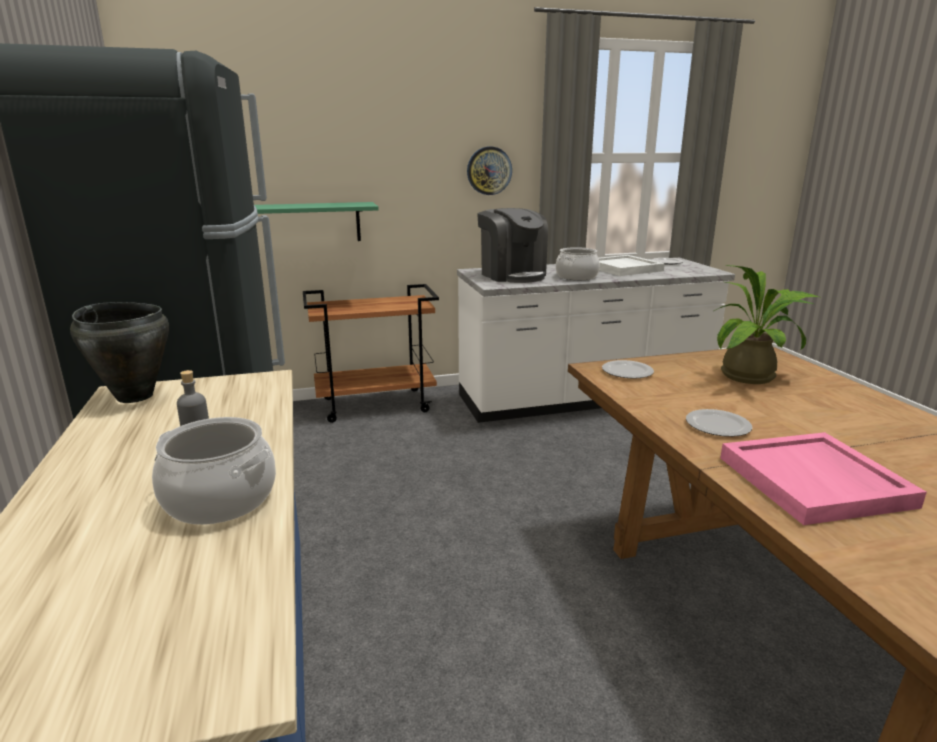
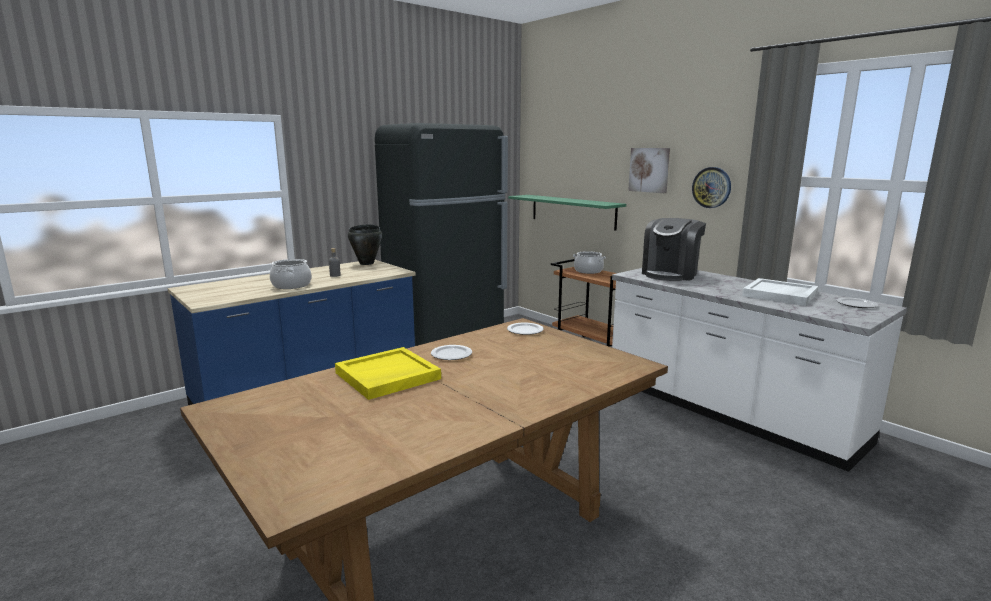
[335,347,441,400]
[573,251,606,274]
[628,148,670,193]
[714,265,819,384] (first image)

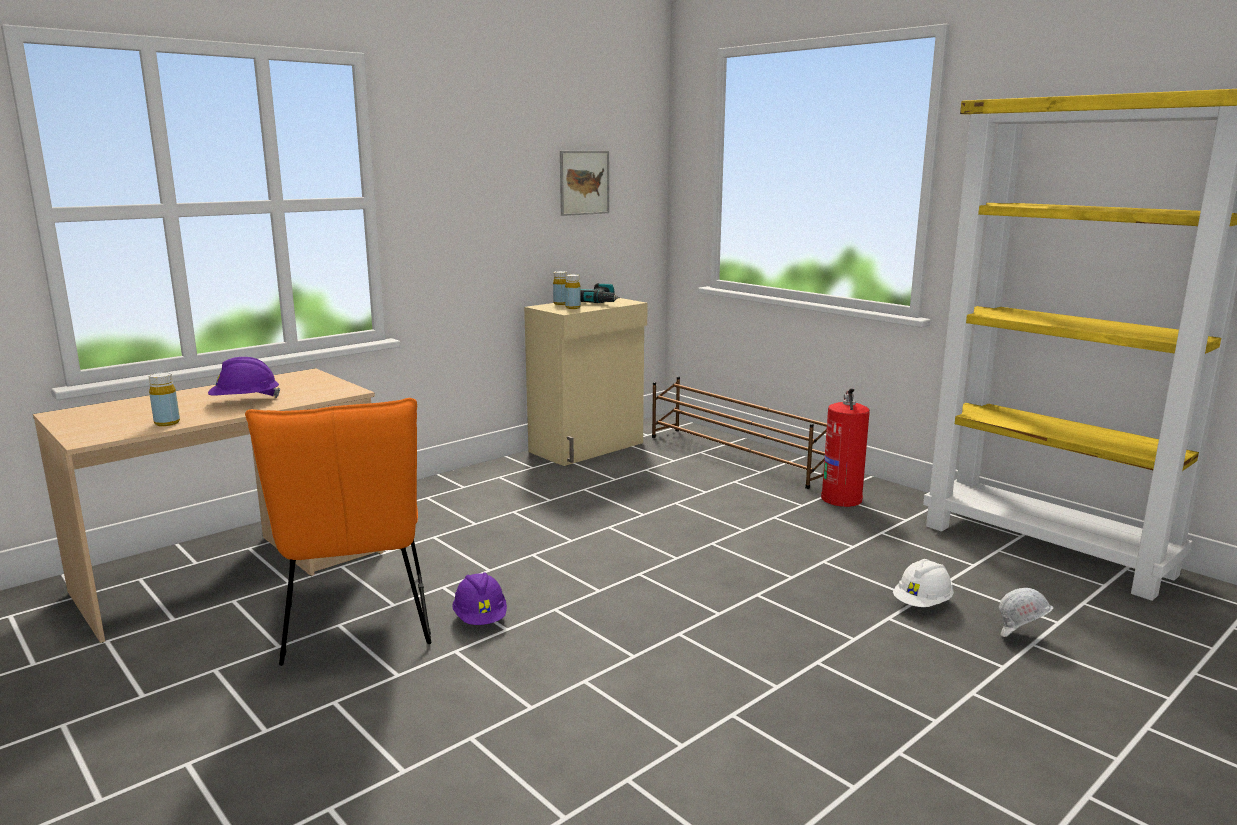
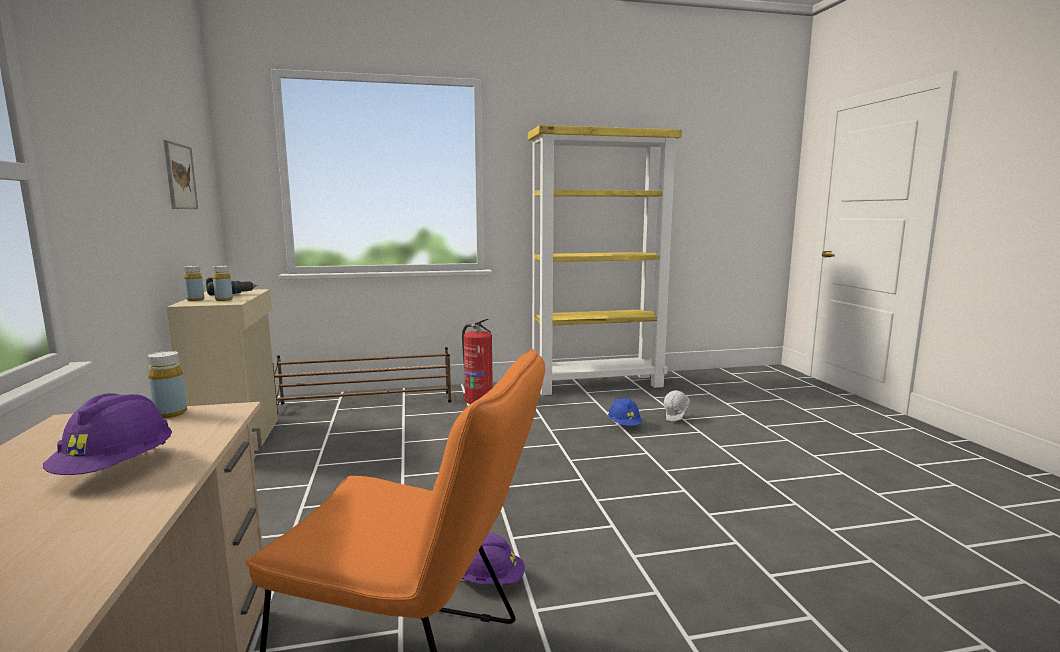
[148,351,187,418]
[608,398,642,426]

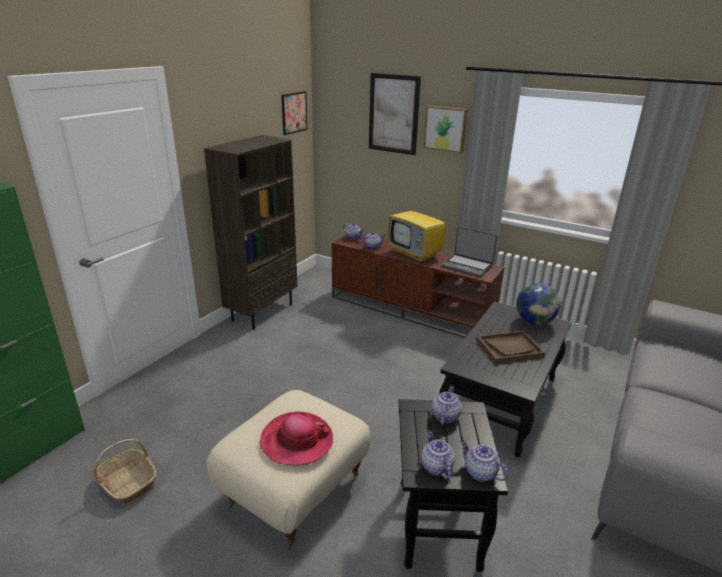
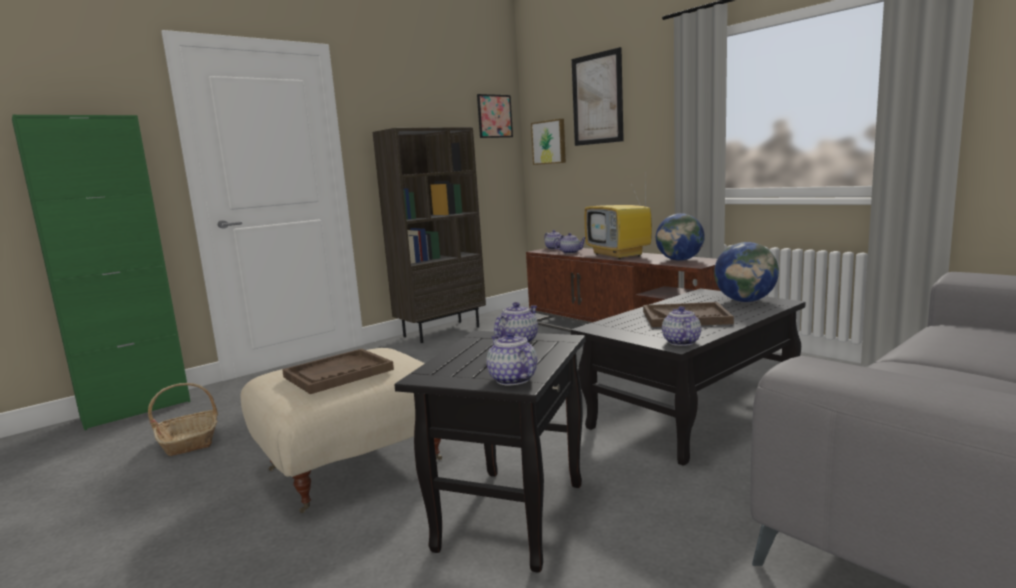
[282,349,394,394]
[531,119,566,165]
[656,213,705,261]
[662,306,701,346]

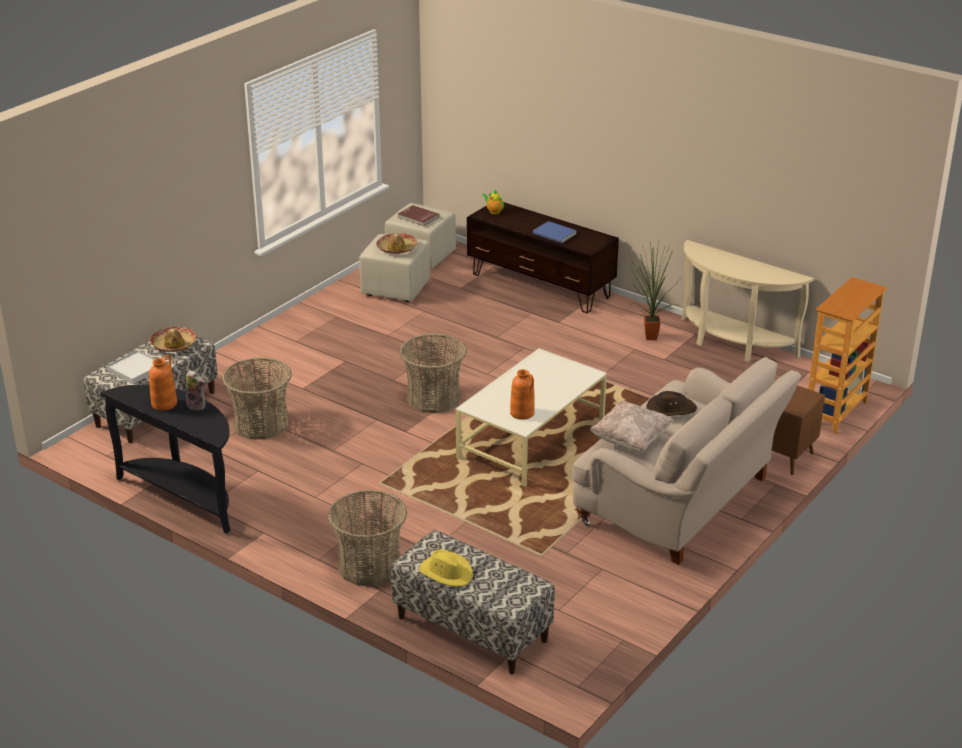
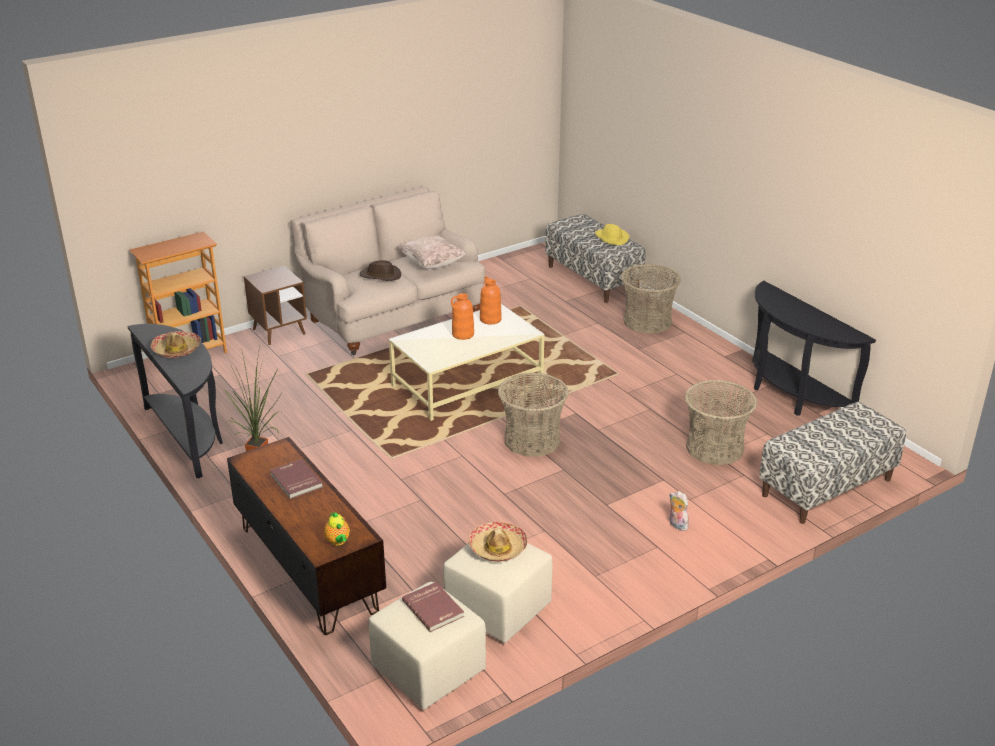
[127,324,223,478]
[151,331,201,358]
[270,459,323,499]
[451,293,474,340]
[669,491,689,531]
[107,350,155,384] (first image)

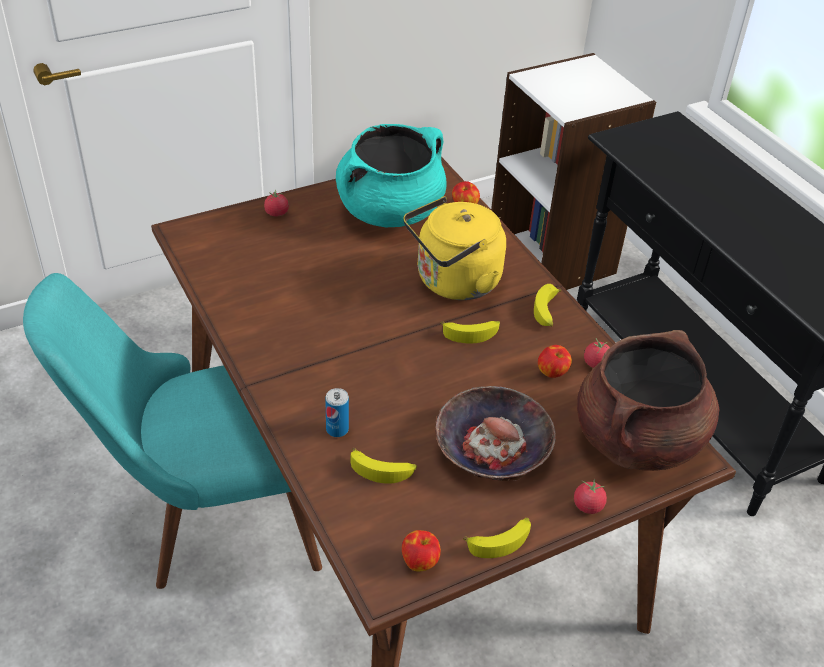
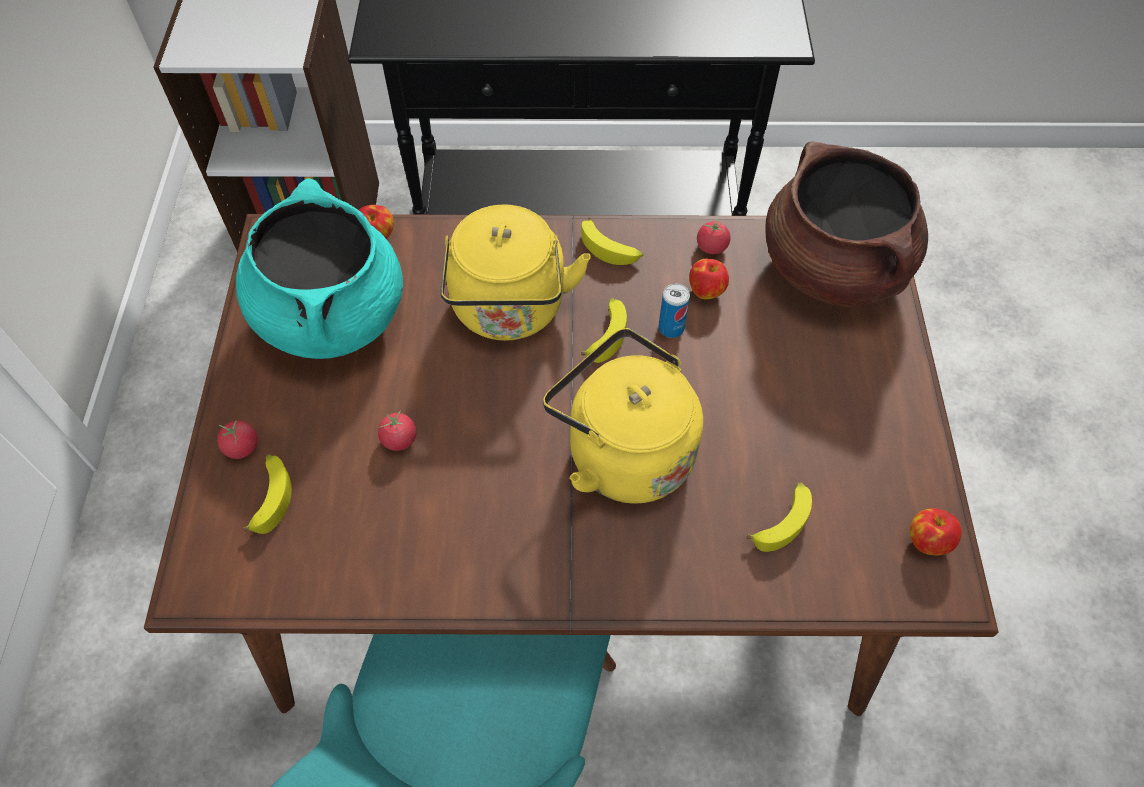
[243,455,292,534]
[378,410,416,451]
[543,328,703,504]
[659,284,690,338]
[435,386,556,481] (first image)

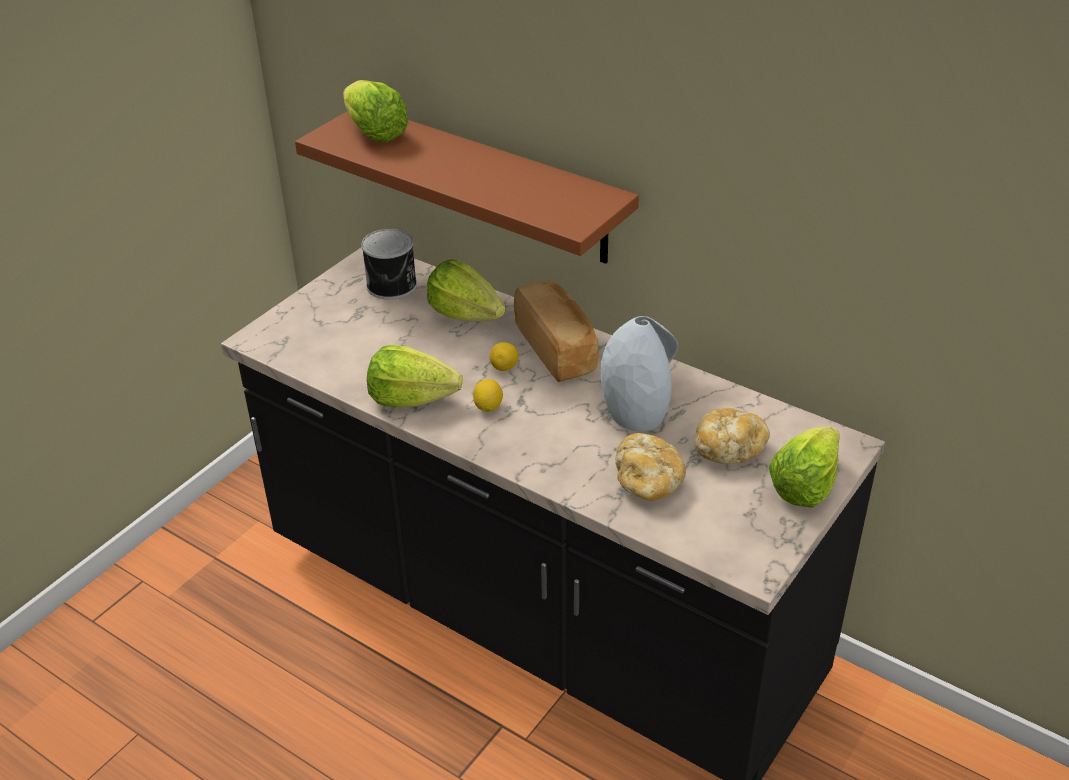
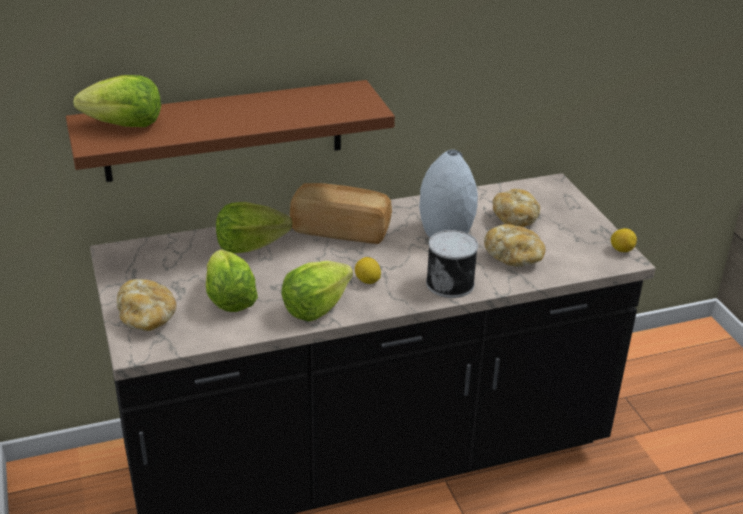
[117,279,176,331]
[206,249,258,312]
[426,230,478,298]
[611,228,637,252]

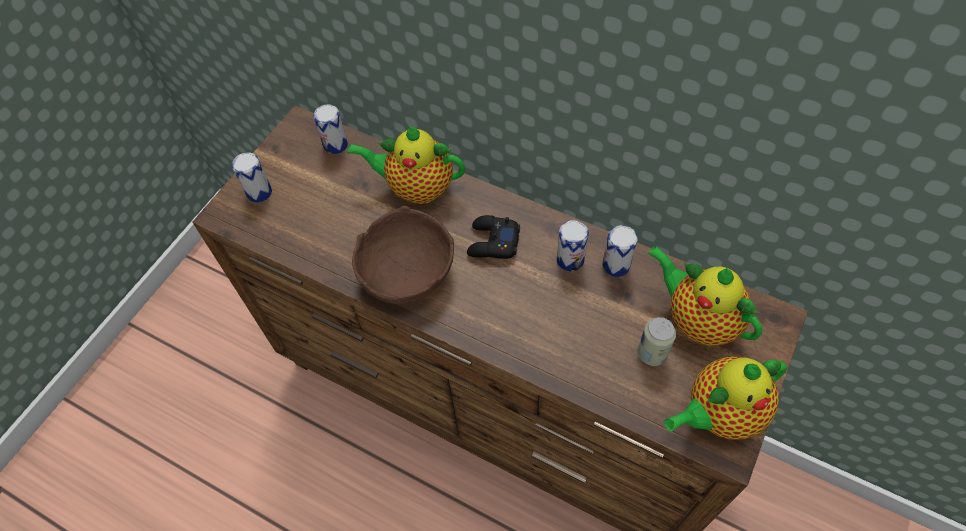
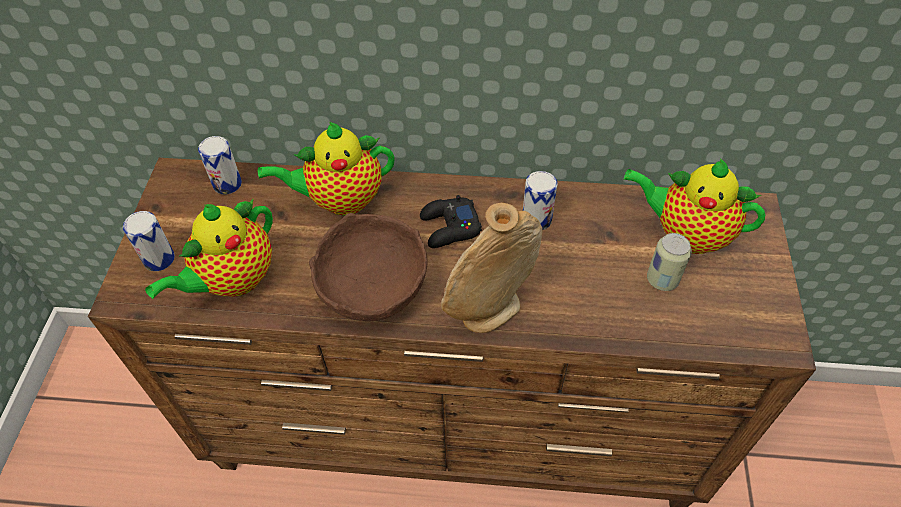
[145,199,273,299]
[441,203,543,333]
[602,225,637,277] (first image)

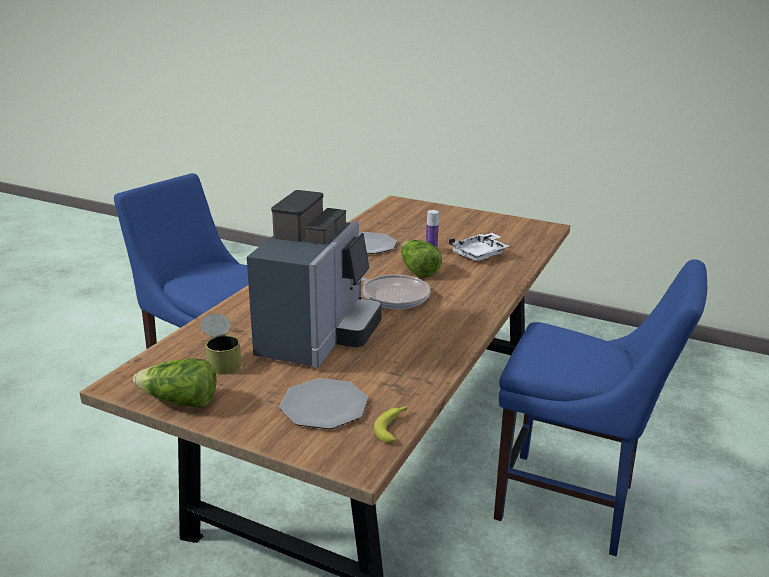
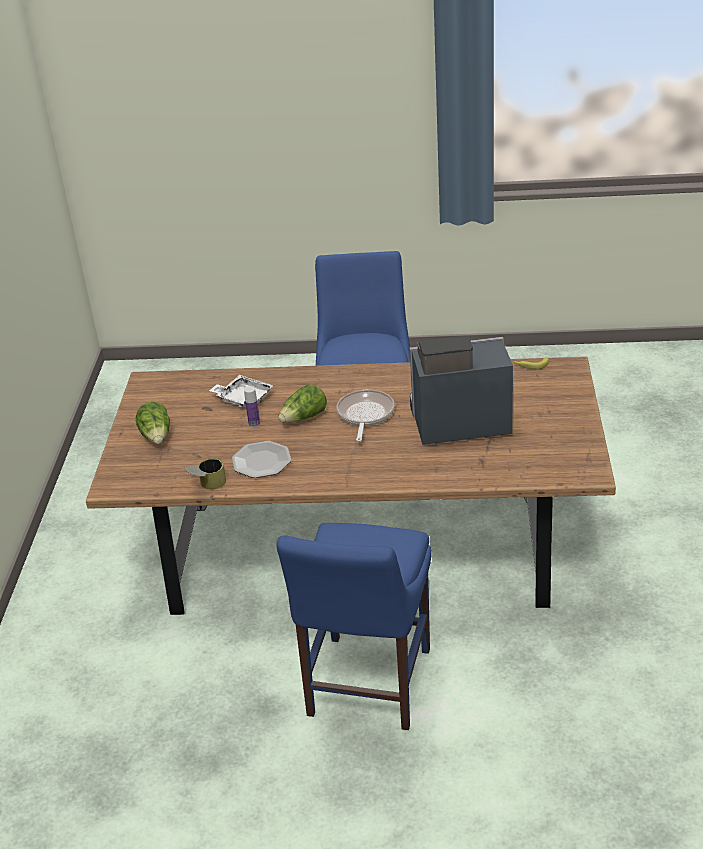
[136,402,170,444]
[184,458,226,490]
[279,378,368,429] (first image)

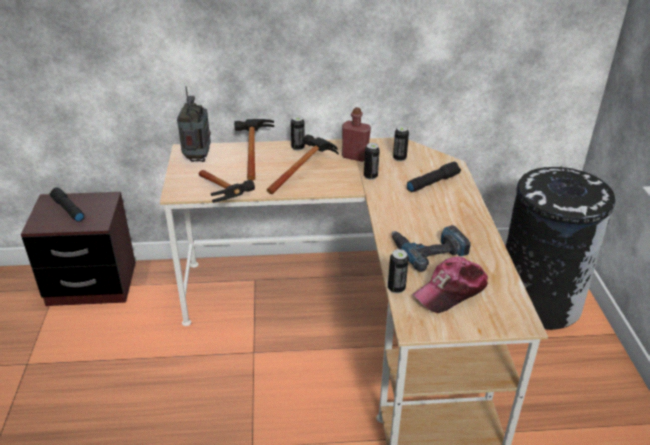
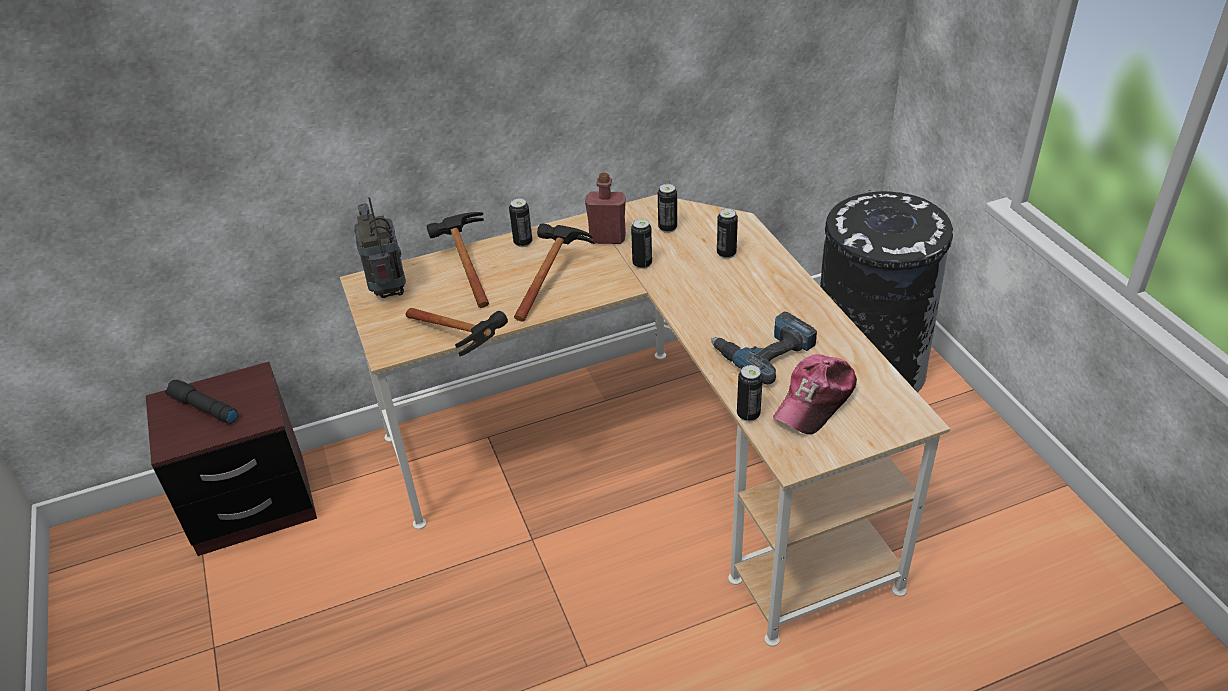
[717,208,738,259]

